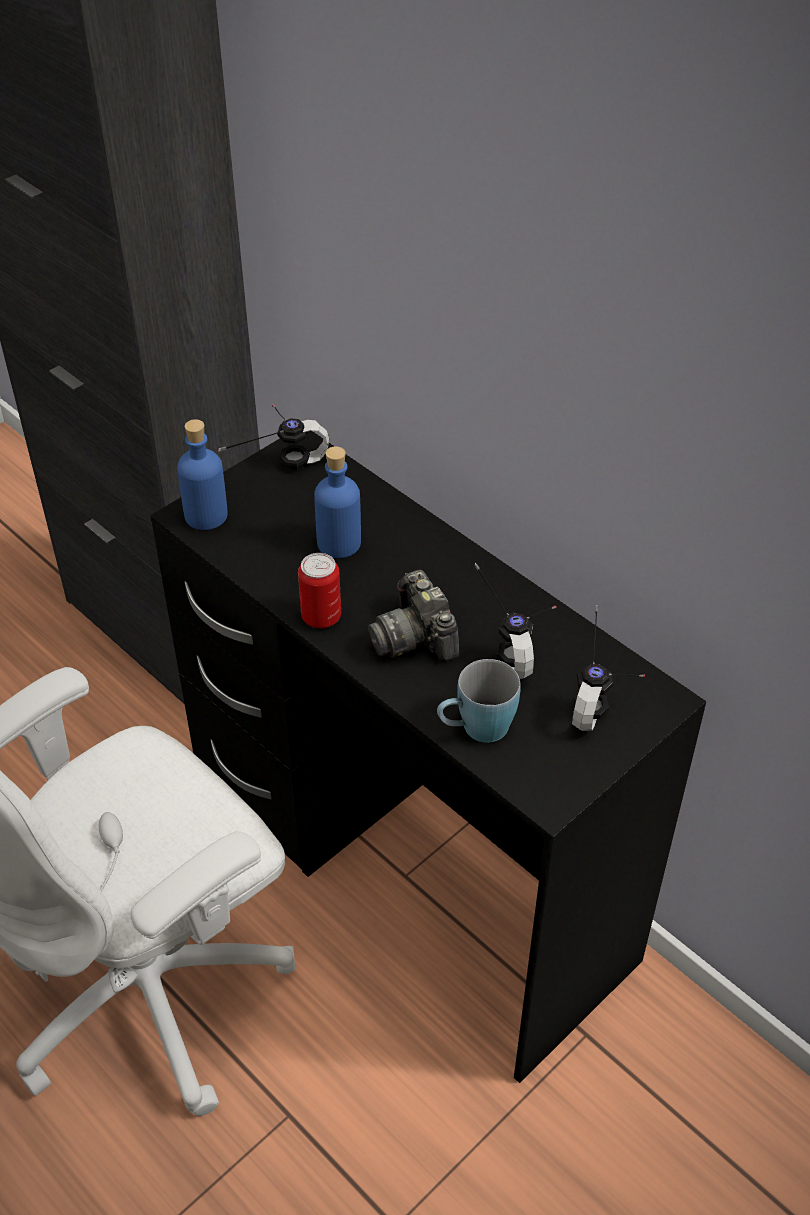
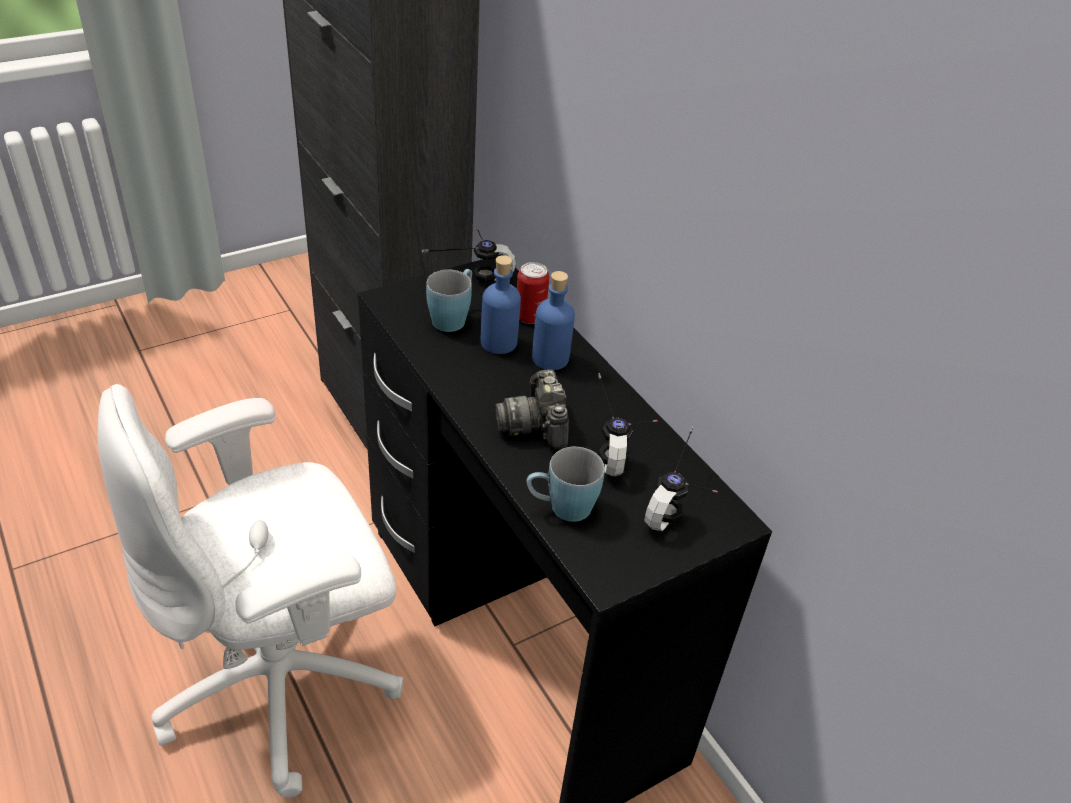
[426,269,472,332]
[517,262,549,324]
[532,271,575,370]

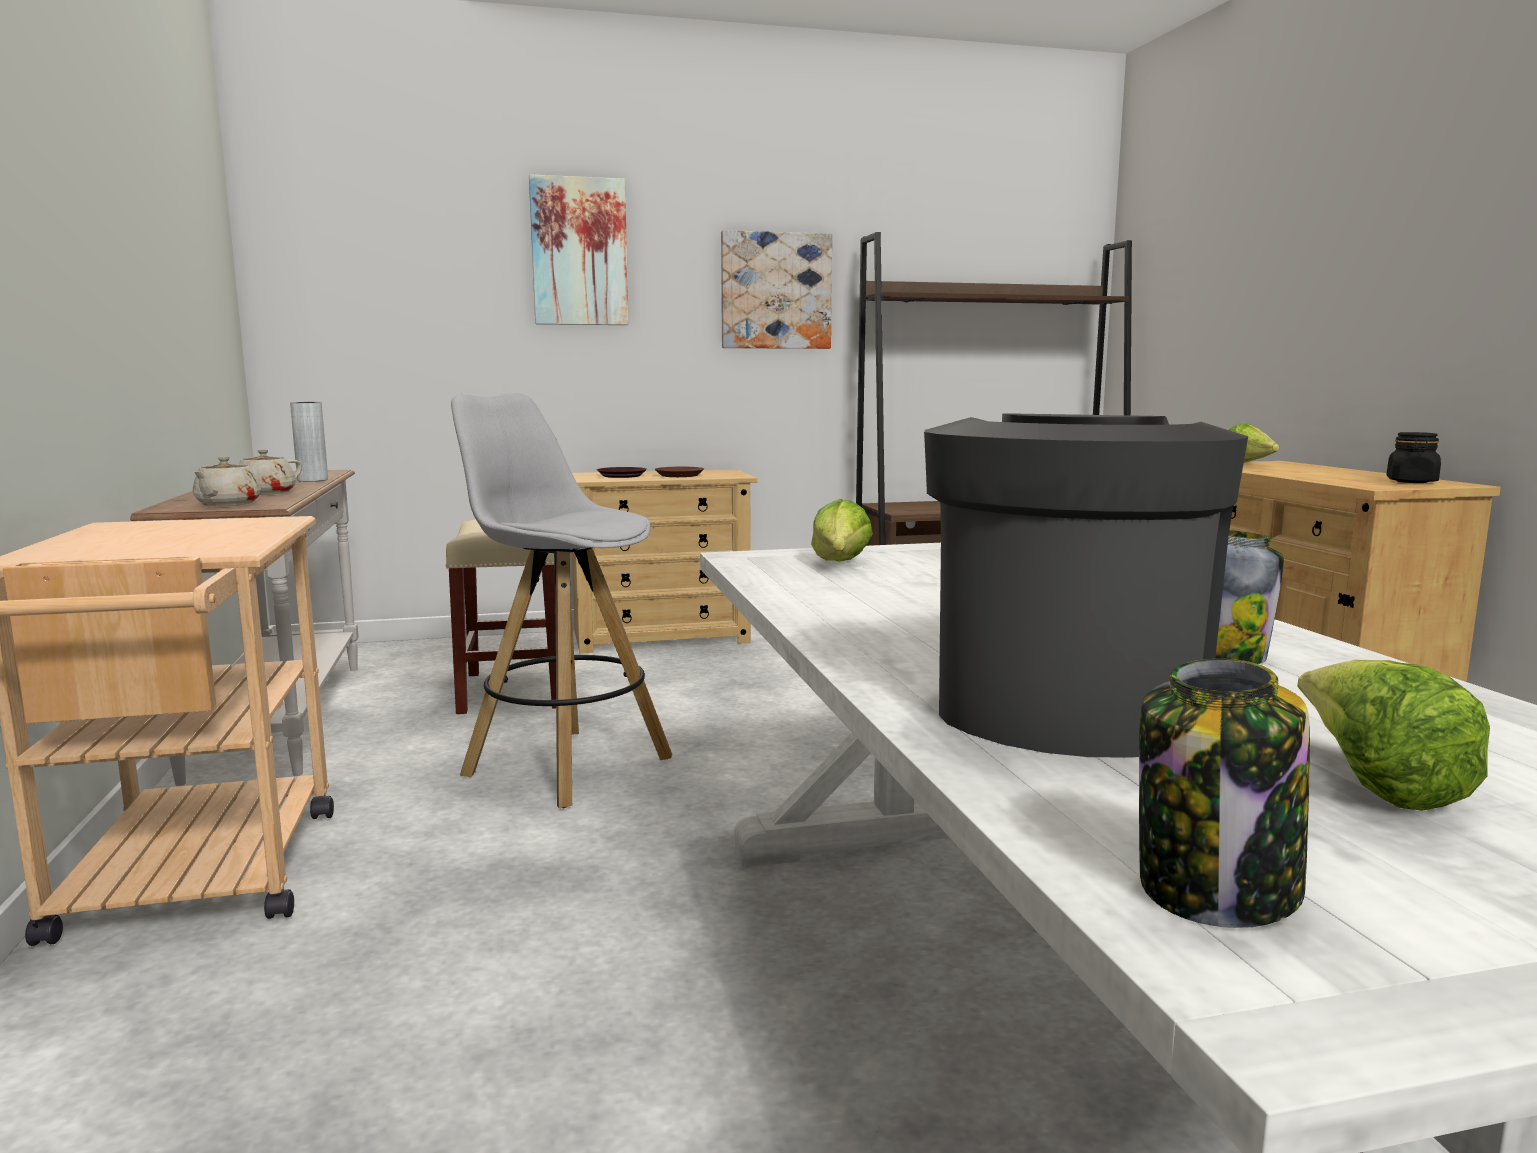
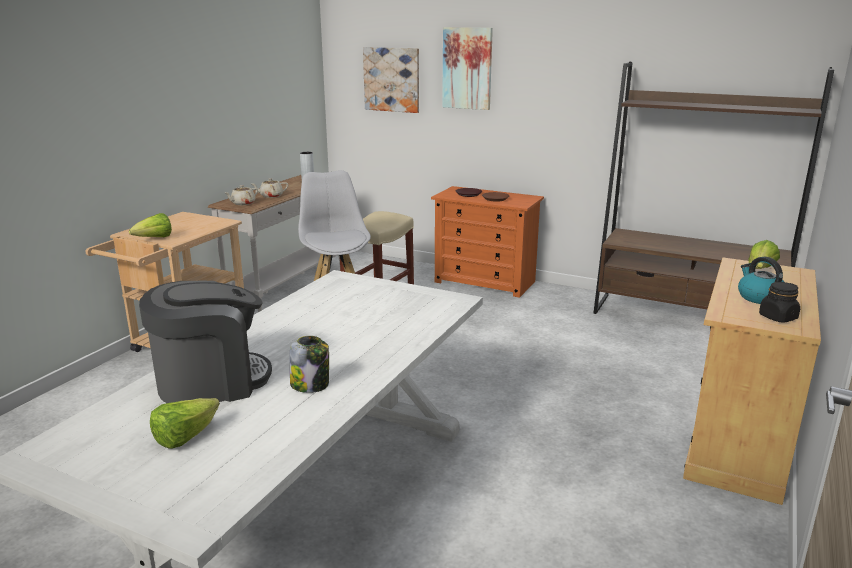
[129,213,172,237]
[363,47,419,113]
[431,186,544,298]
[738,257,784,304]
[1139,659,1310,928] (first image)

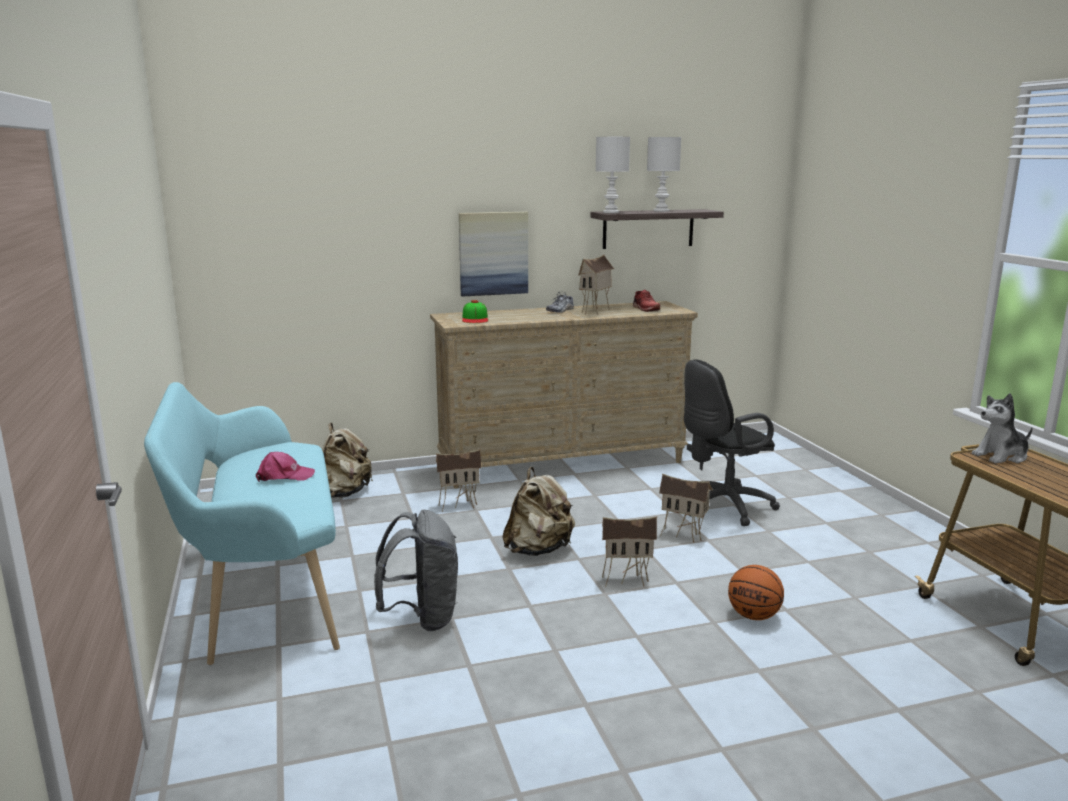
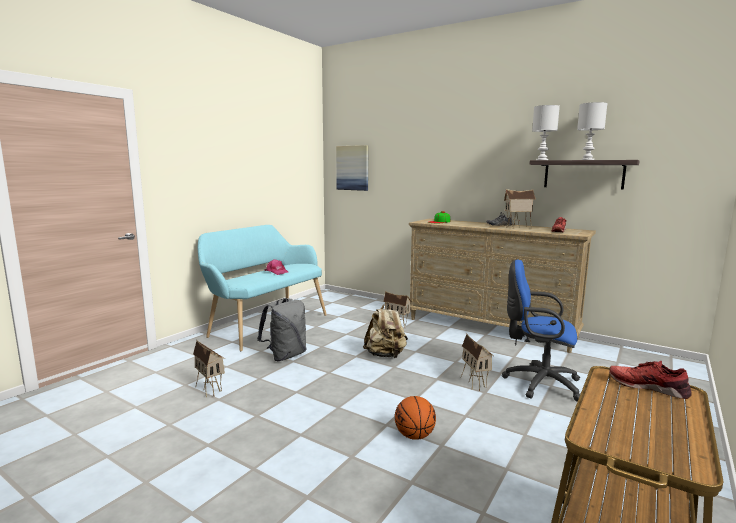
[193,340,225,397]
[336,145,368,191]
[502,260,580,401]
[609,361,692,399]
[322,423,373,498] (first image)

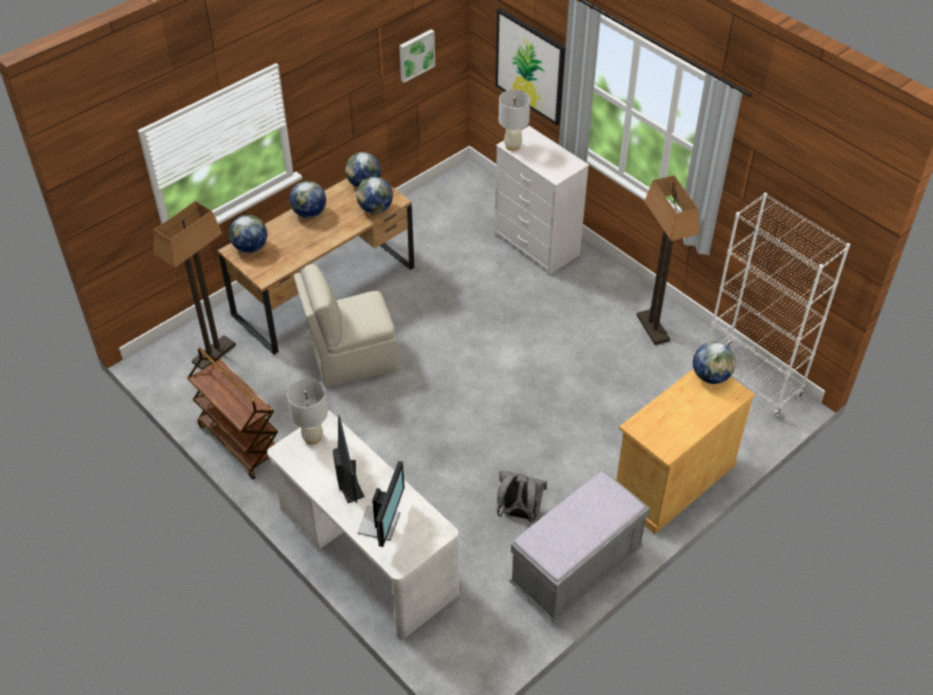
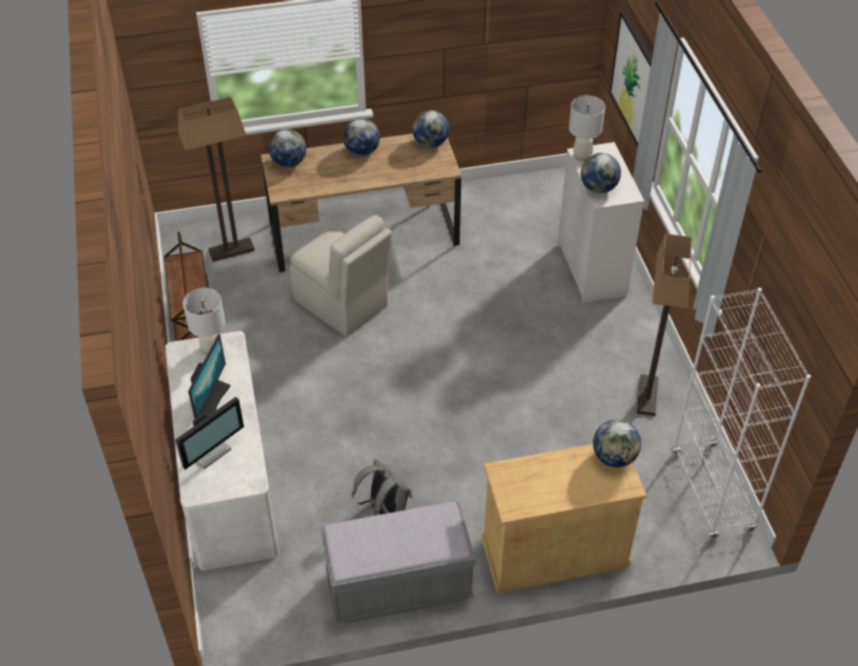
[290,215,392,337]
[581,153,621,193]
[399,29,435,83] (first image)

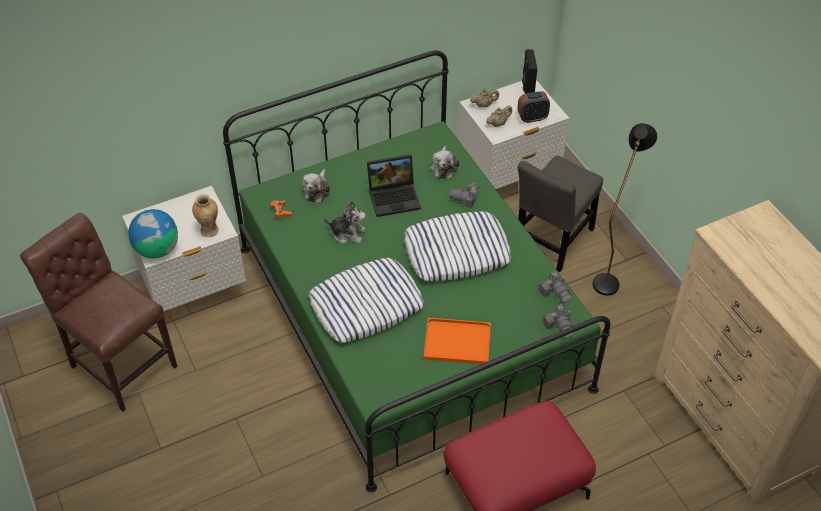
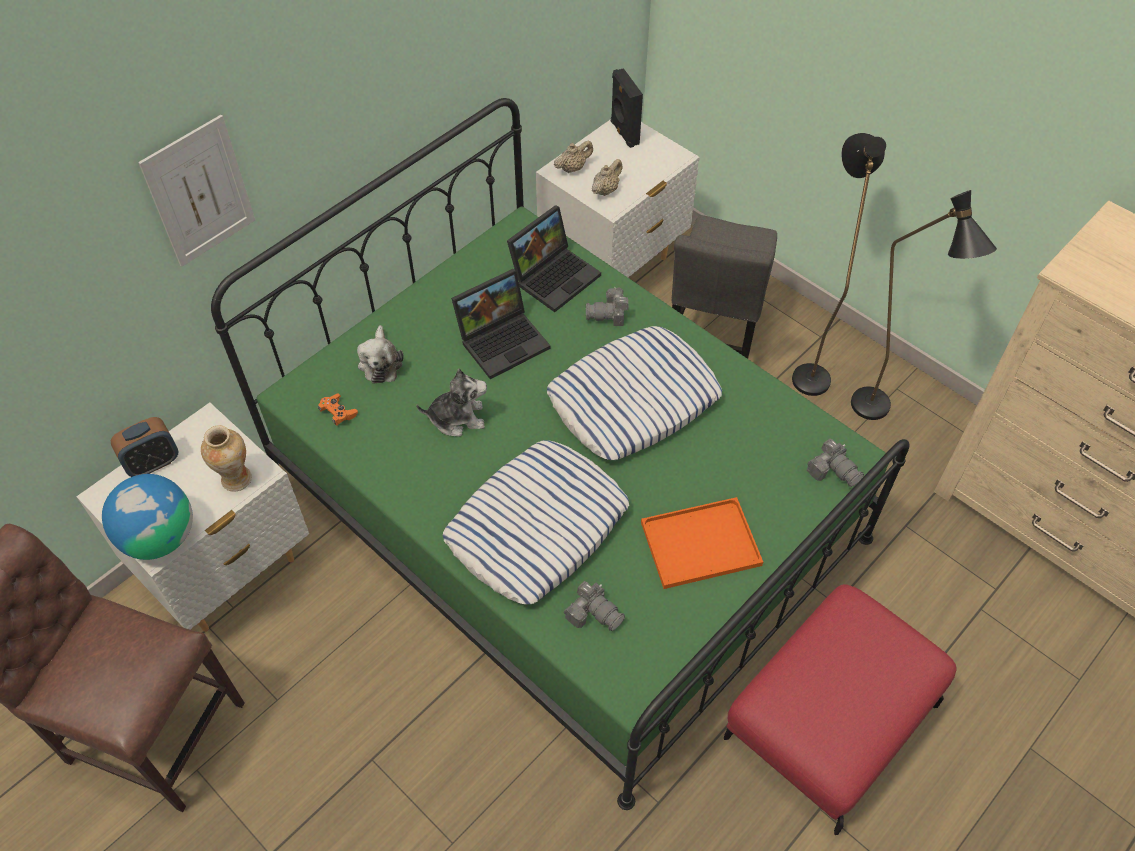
[111,417,178,477]
[138,115,255,267]
[507,205,601,312]
[564,581,625,631]
[851,190,997,420]

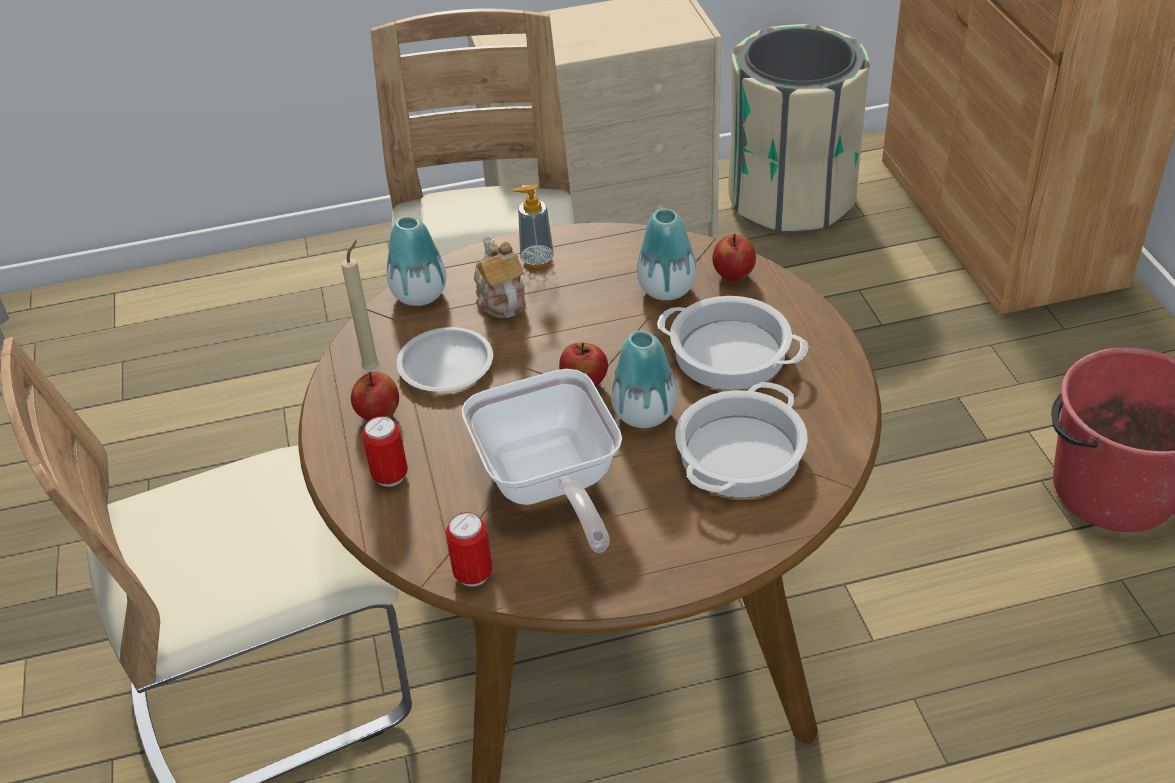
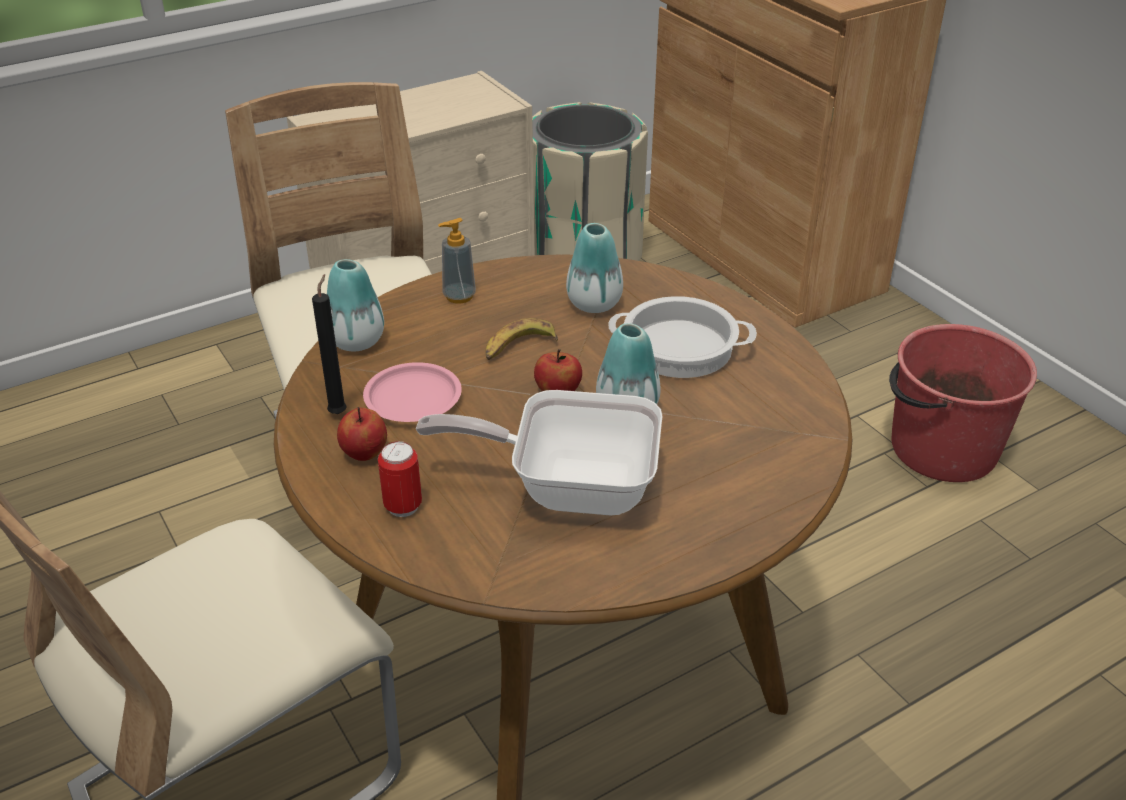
[312,274,347,414]
[363,362,462,422]
[416,390,662,516]
[485,318,558,360]
[446,512,492,587] (first image)
[474,236,526,318] (first image)
[675,382,808,497] (first image)
[713,233,756,281] (first image)

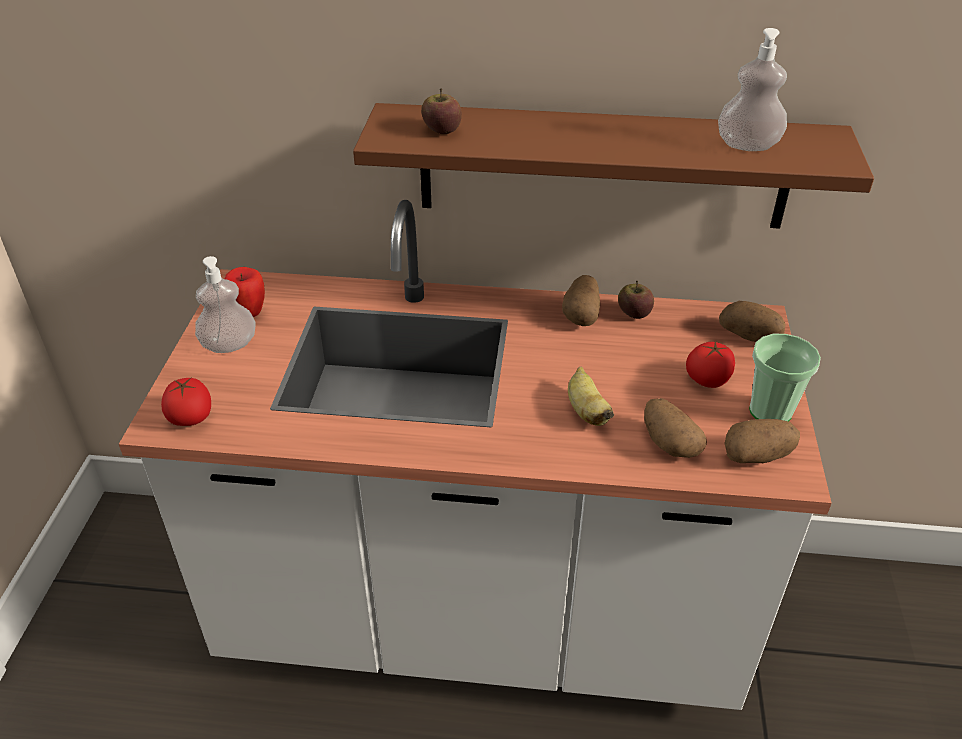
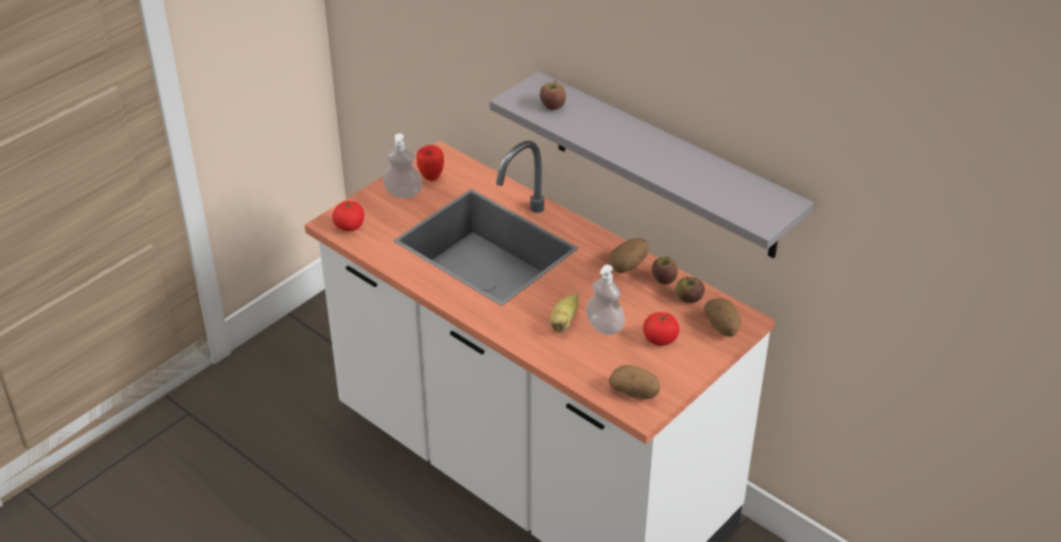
[490,71,814,258]
[586,265,625,335]
[675,276,705,303]
[644,398,707,458] (first image)
[749,334,821,422] (first image)

